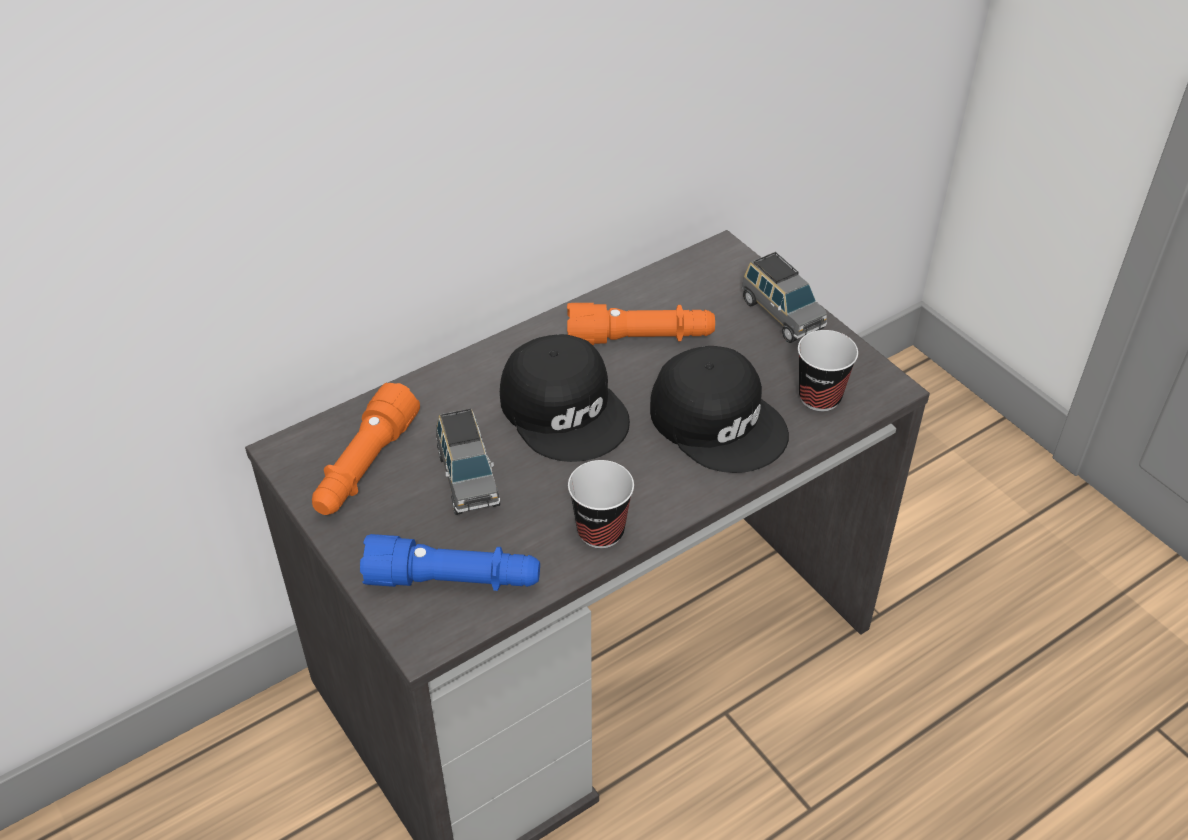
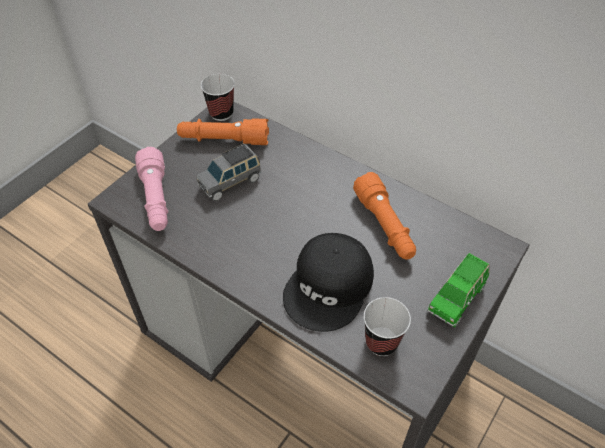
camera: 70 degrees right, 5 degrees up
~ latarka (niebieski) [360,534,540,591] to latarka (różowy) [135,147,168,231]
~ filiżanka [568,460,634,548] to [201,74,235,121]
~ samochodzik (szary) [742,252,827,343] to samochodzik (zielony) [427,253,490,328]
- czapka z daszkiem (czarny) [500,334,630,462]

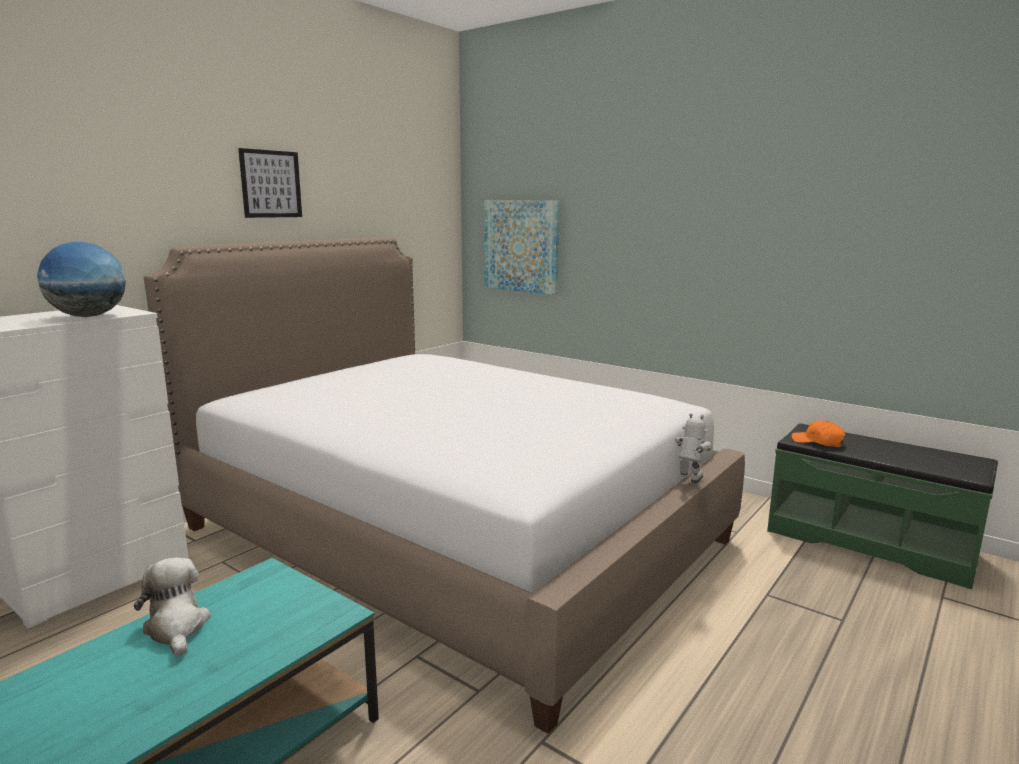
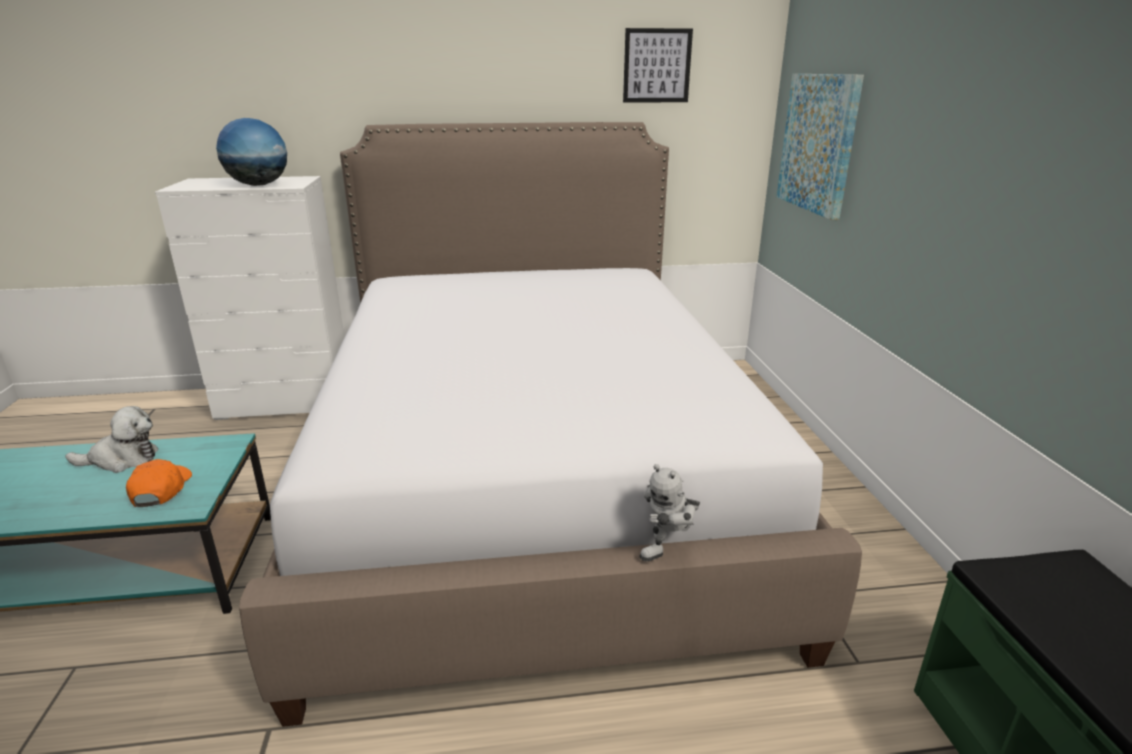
camera: 45 degrees right, 10 degrees up
~ pluszak [134,558,211,657] = [65,406,158,473] 60 degrees clockwise
~ czapka z daszkiem (pomarańczowy) [792,420,845,447] to [126,459,192,507]
~ obraz [238,148,302,218] to [623,28,693,103]
~ robot zabawkowy [675,413,711,483] = [639,464,700,562] 150 degrees clockwise

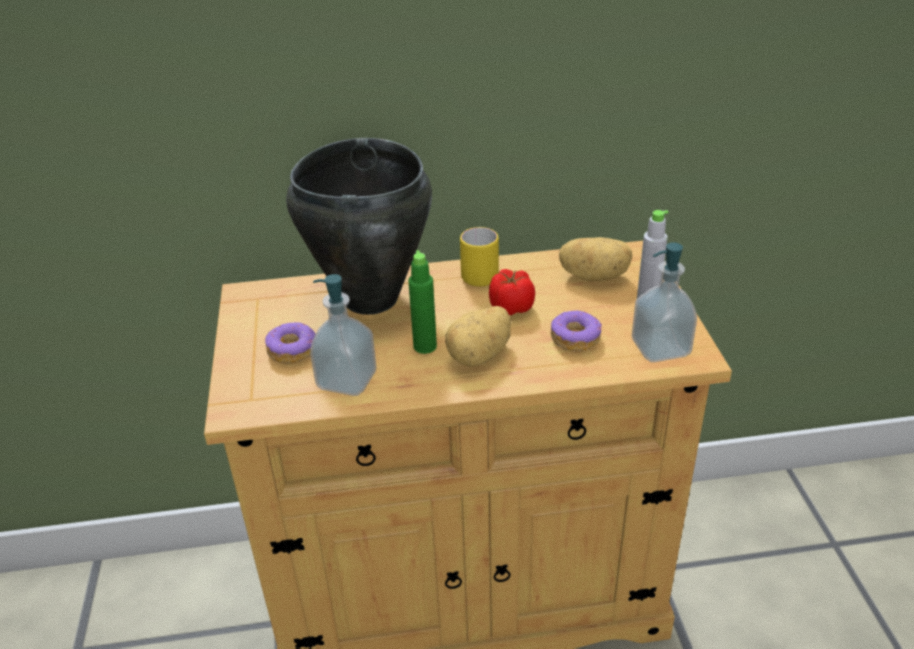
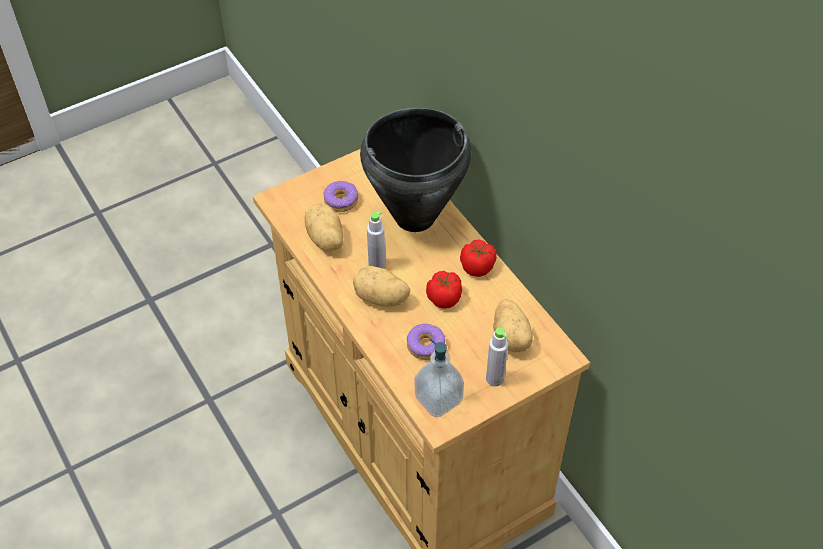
camera: 65 degrees right, 15 degrees up
~ dozownik mydła [310,274,376,396] to ziemniak [305,204,343,251]
~ butelka (zielony) [408,250,437,354] to butelka (szary) [367,211,385,268]
~ kubek (żółty) [460,227,499,287] to pomidor [460,240,496,277]

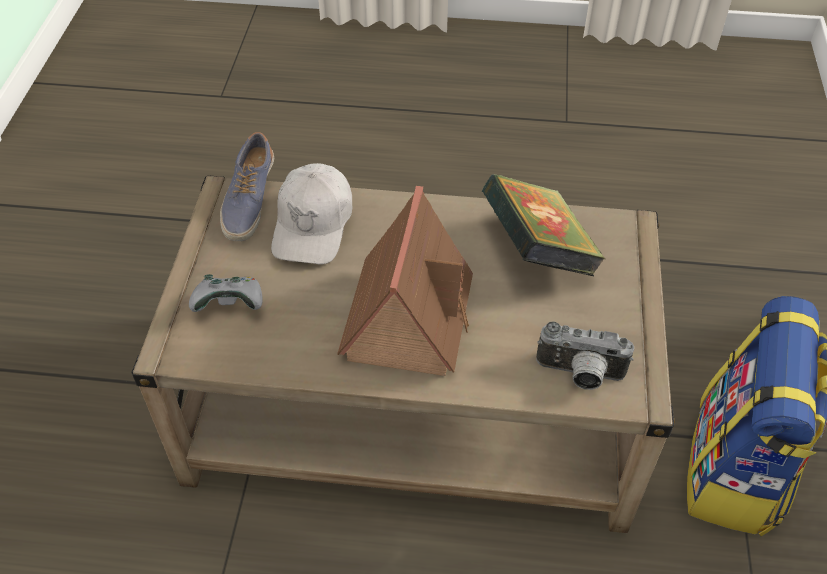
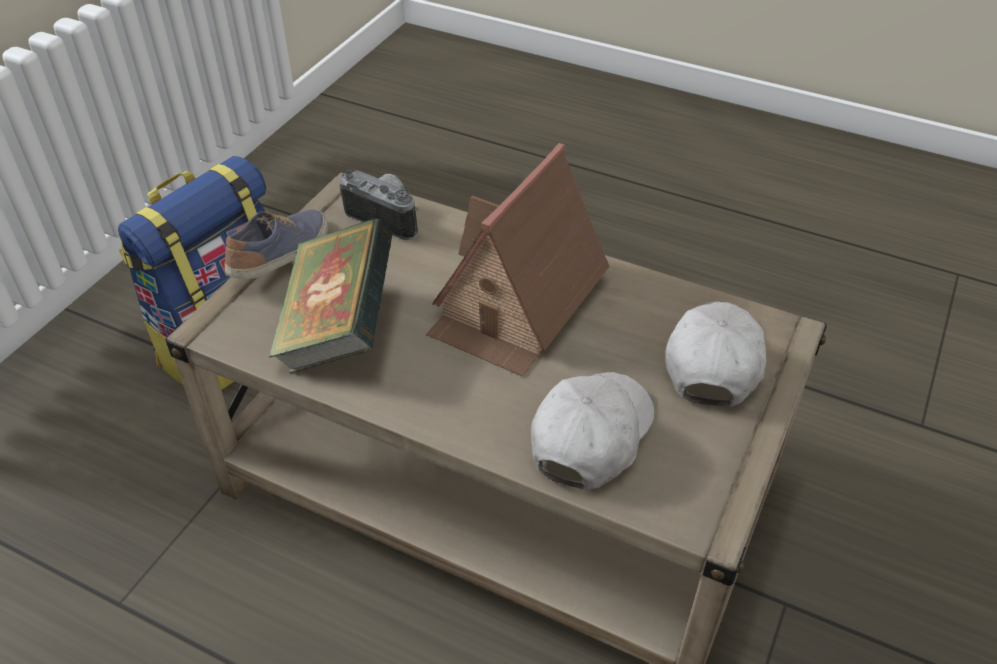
camera: 160 degrees left, 5 degrees down
~ but [220,132,274,241] to [225,209,328,279]
~ pad do gier (szary) [189,274,263,312] to czapka z daszkiem (biały) [665,301,766,406]

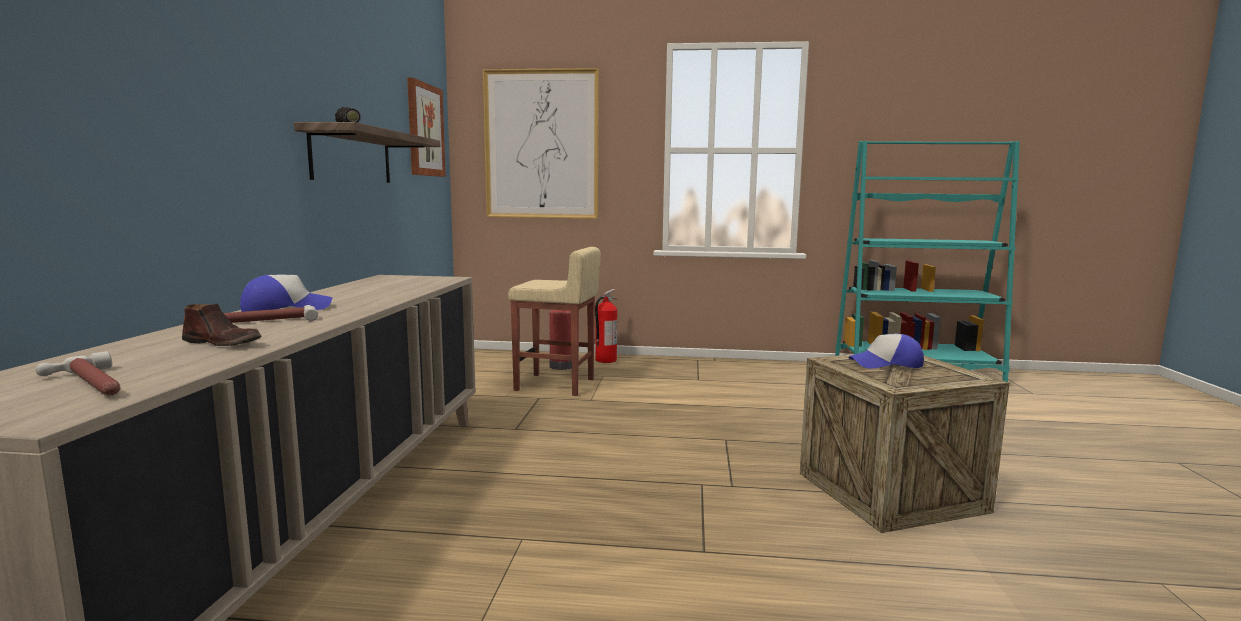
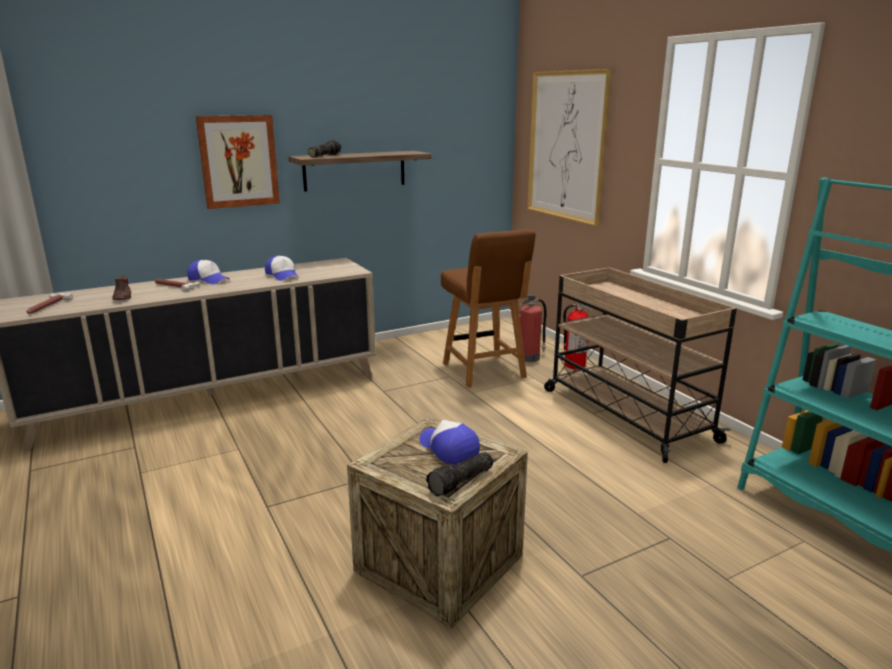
camera: 55 degrees right, 10 degrees up
~ obraz [407,77,446,177] to [196,115,280,209]
+ czapka z daszkiem [265,256,298,281]
+ latarka [426,452,493,496]
~ stołek (beżowy) [508,247,601,396] to krzesło (brązowy) [441,230,536,388]
+ wózek (beżowy) [544,267,737,463]

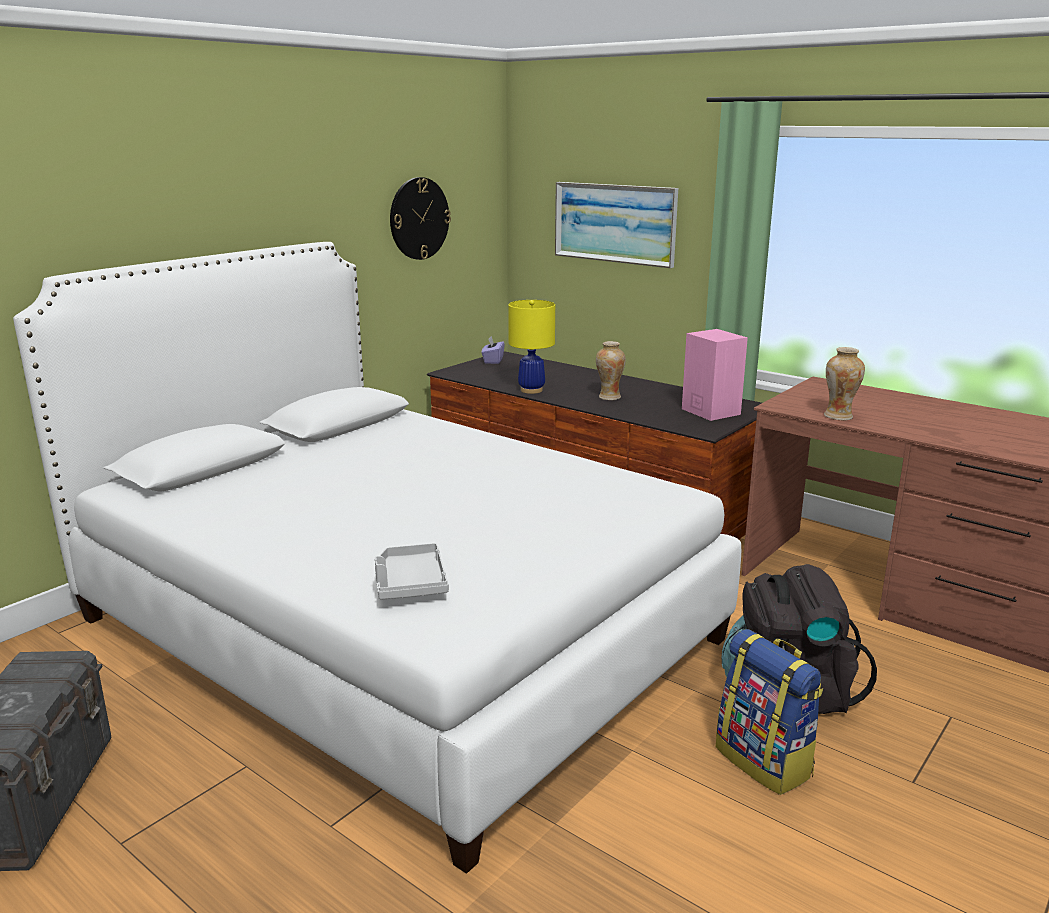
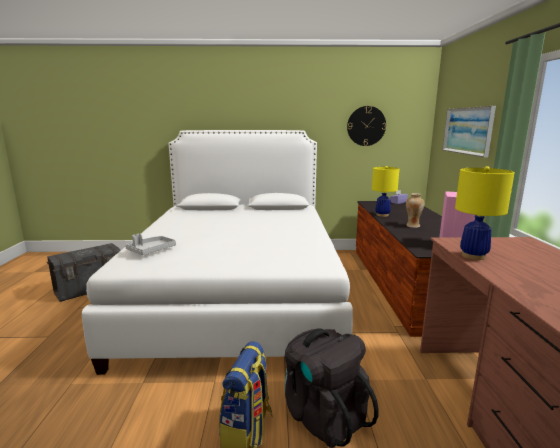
camera: 50 degrees right, 5 degrees down
~ wazon [824,347,865,420] to lampa stołowa (żółty) [455,166,515,260]

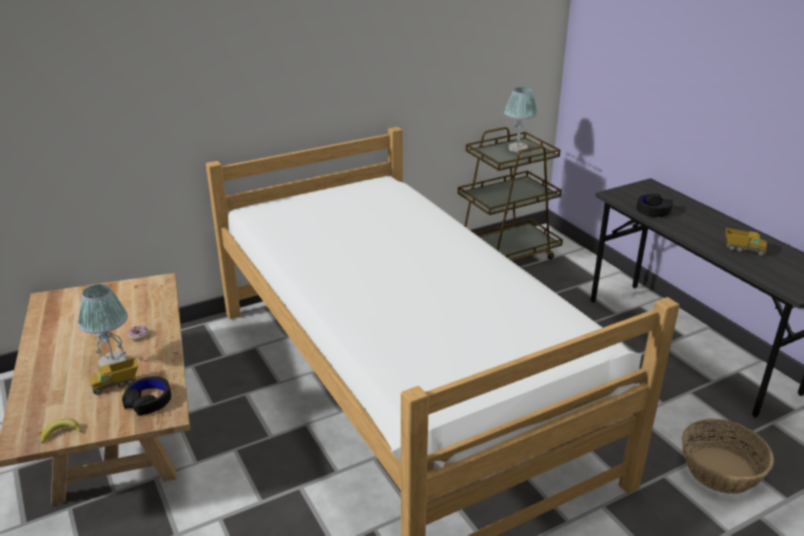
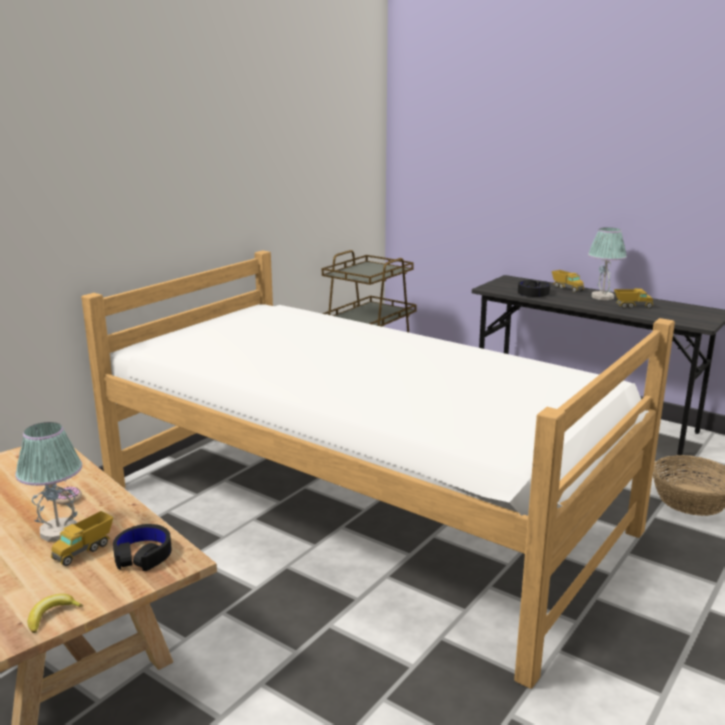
camera: 25 degrees left, 10 degrees down
+ ciężarówka zabawkowa [552,270,584,293]
~ lampa stołowa [504,87,538,153] to [588,227,627,300]

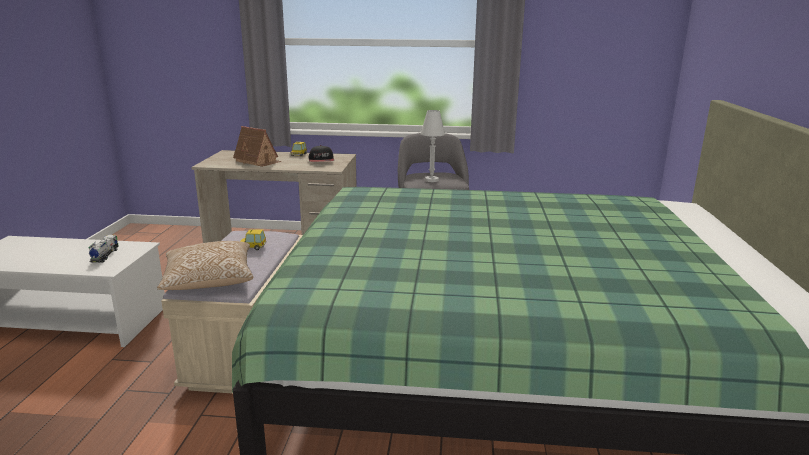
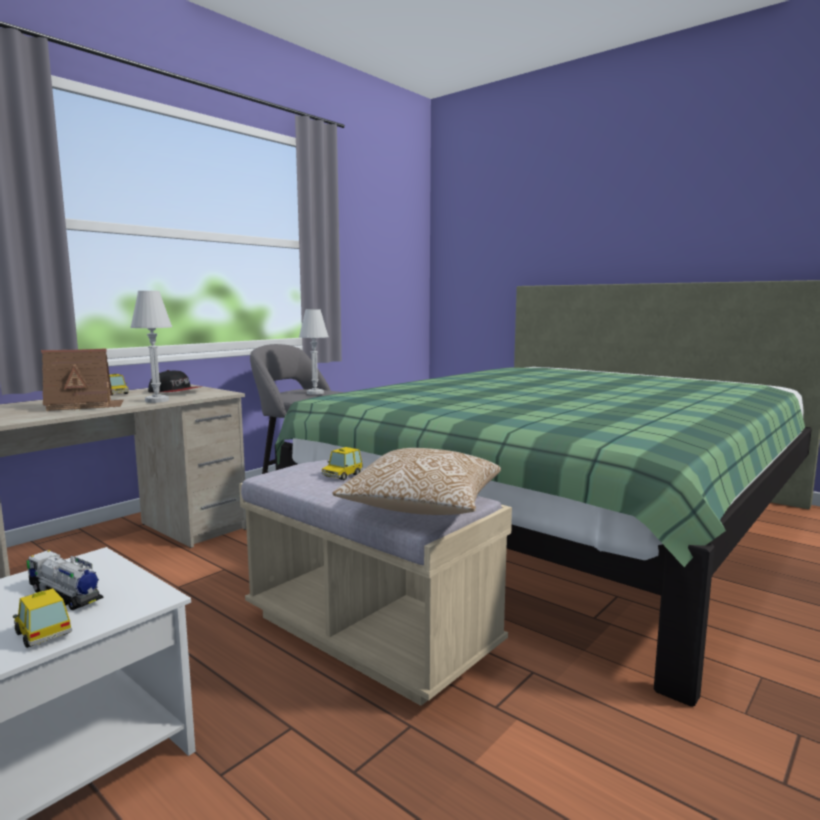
camera: 55 degrees left, 10 degrees down
+ samochodzik [13,588,72,648]
+ lampa stołowa (biały) [130,291,172,403]

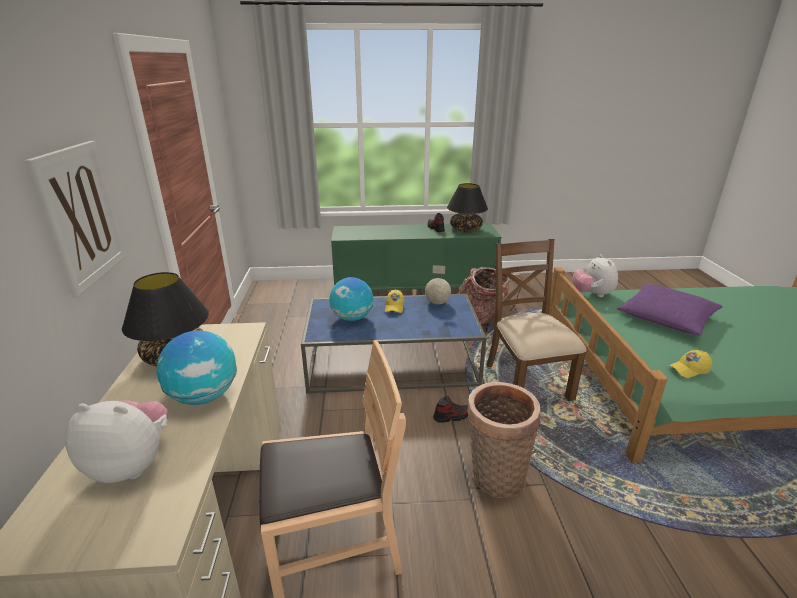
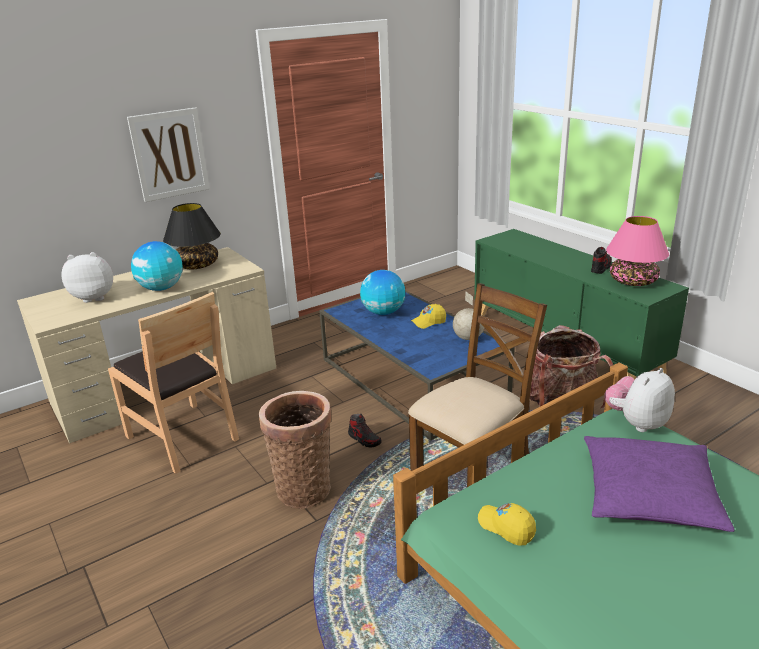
camera: 60 degrees right, 0 degrees up
~ pluszak [65,400,169,483] = [61,252,113,303] 75 degrees counterclockwise
~ lampa stołowa (czarny) [447,183,488,232] to lampa stołowa (różowy) [606,216,669,286]

